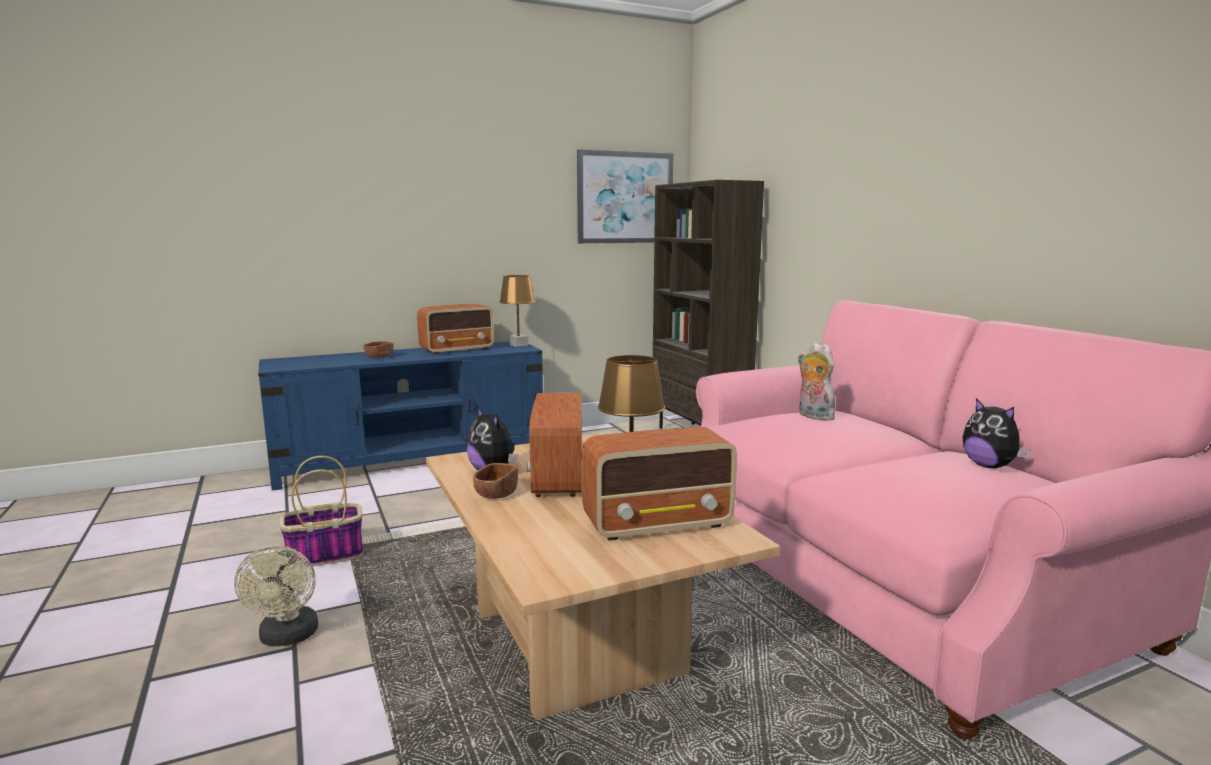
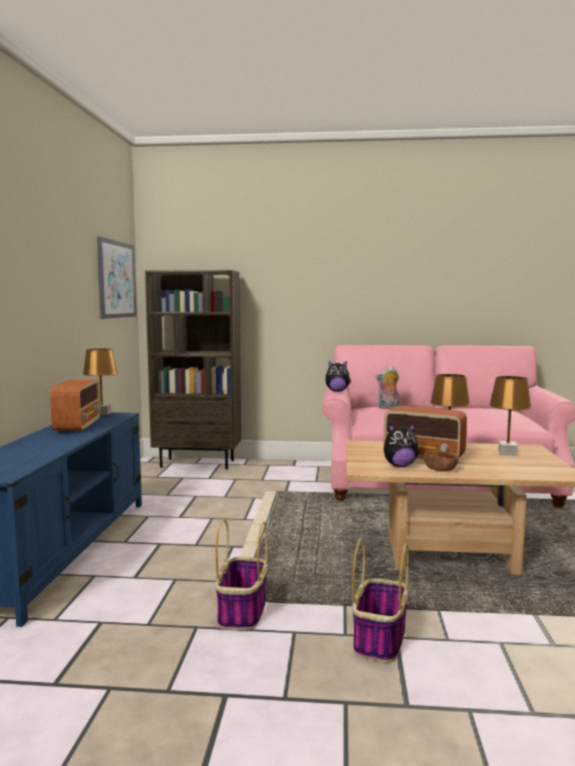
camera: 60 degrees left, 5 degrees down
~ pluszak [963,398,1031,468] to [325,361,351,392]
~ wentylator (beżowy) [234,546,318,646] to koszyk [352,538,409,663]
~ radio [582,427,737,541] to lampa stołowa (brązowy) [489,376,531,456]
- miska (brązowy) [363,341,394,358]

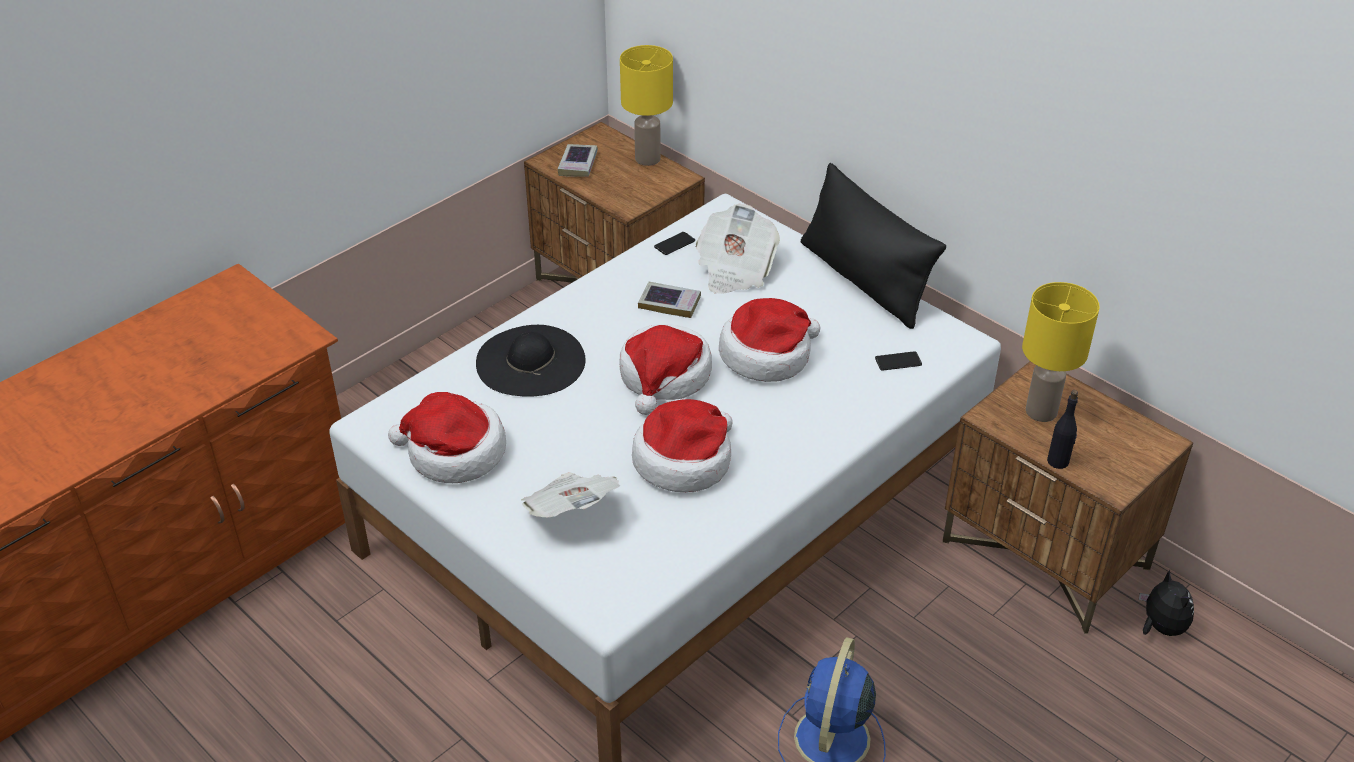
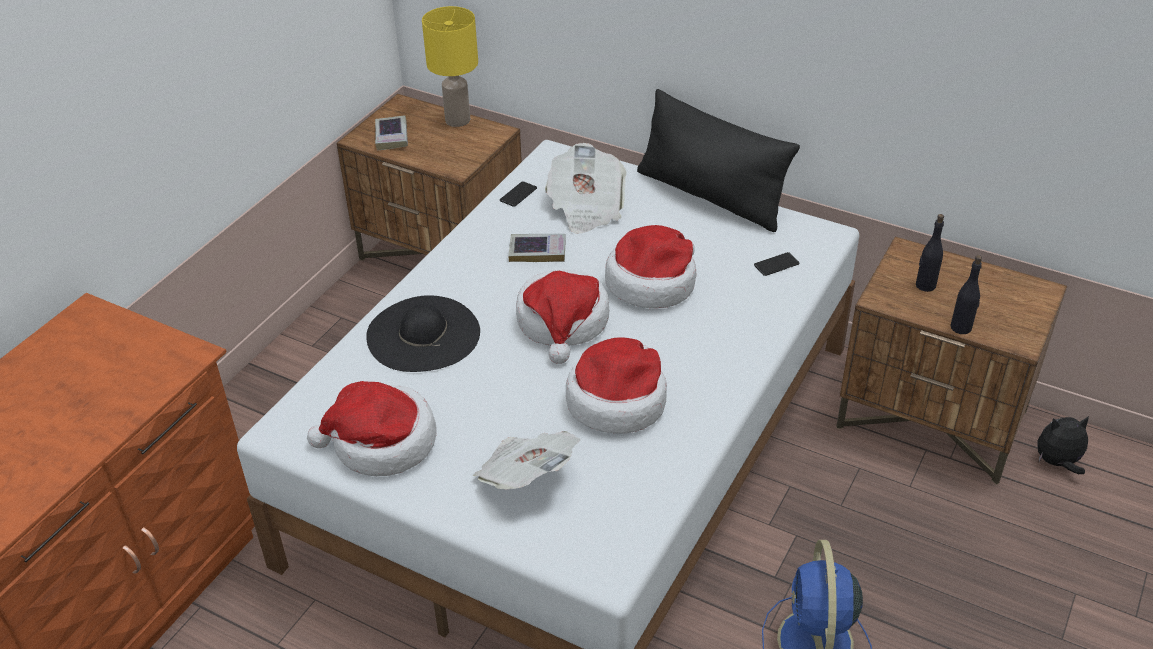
camera: 15 degrees left, 0 degrees up
~ lampa stołowa (żółty) [1022,282,1100,422] to butelka (czarny) [916,214,944,292]
~ pluszak [1139,570,1194,636] = [1037,416,1089,474] 60 degrees counterclockwise

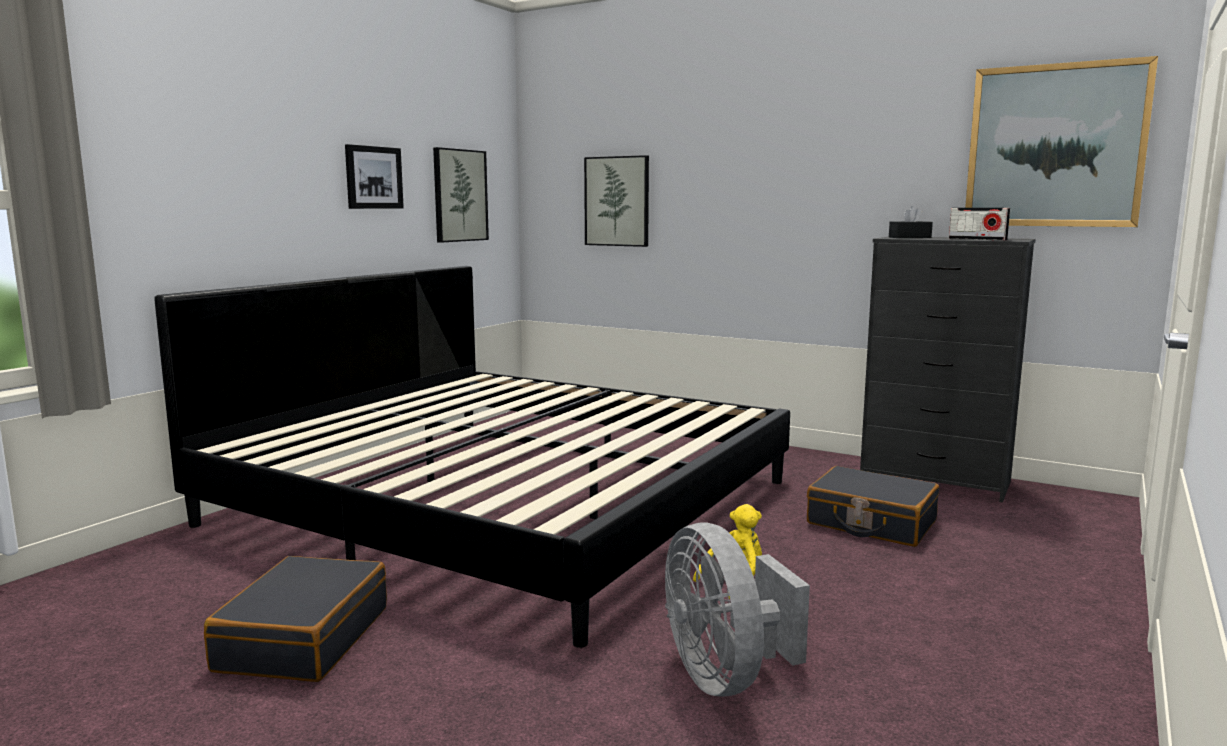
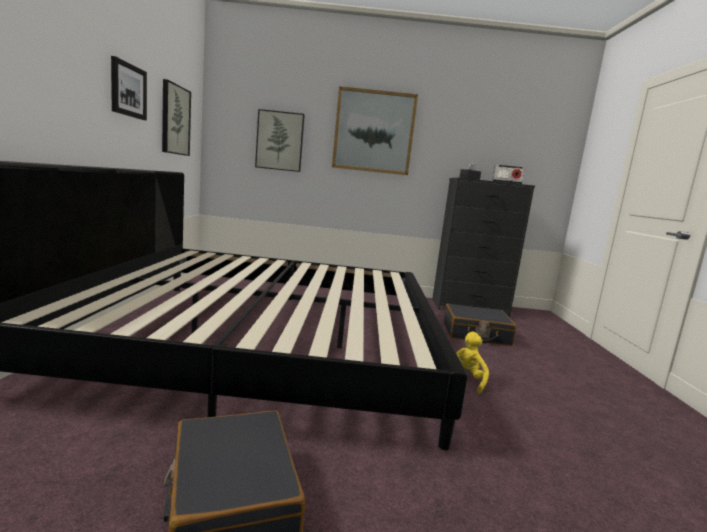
camera: 30 degrees left, 0 degrees up
~ obraz [965,56,1158,227] to [332,86,418,175]
- wentylator (szary) [665,522,810,697]

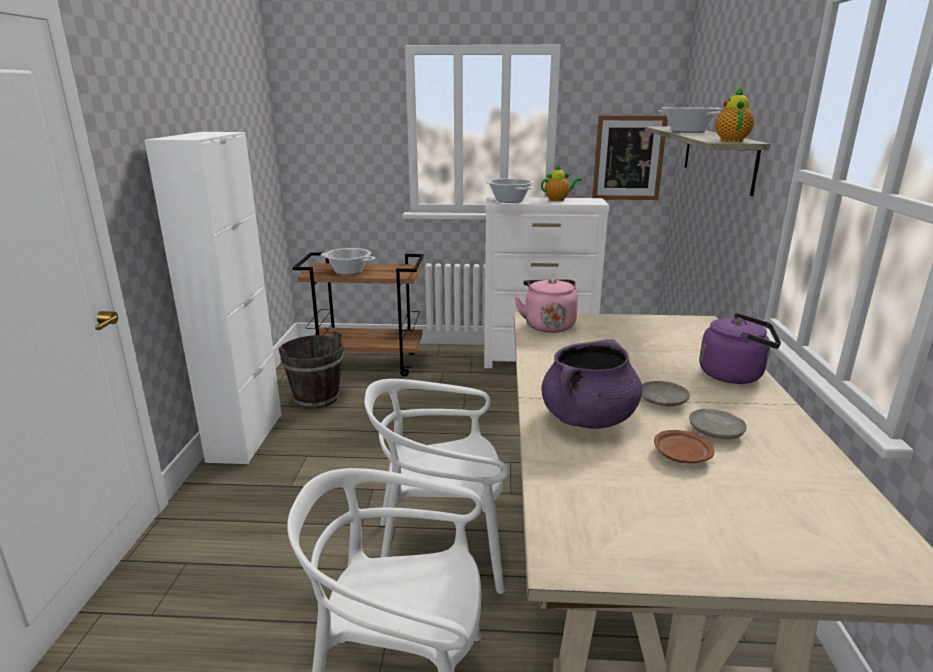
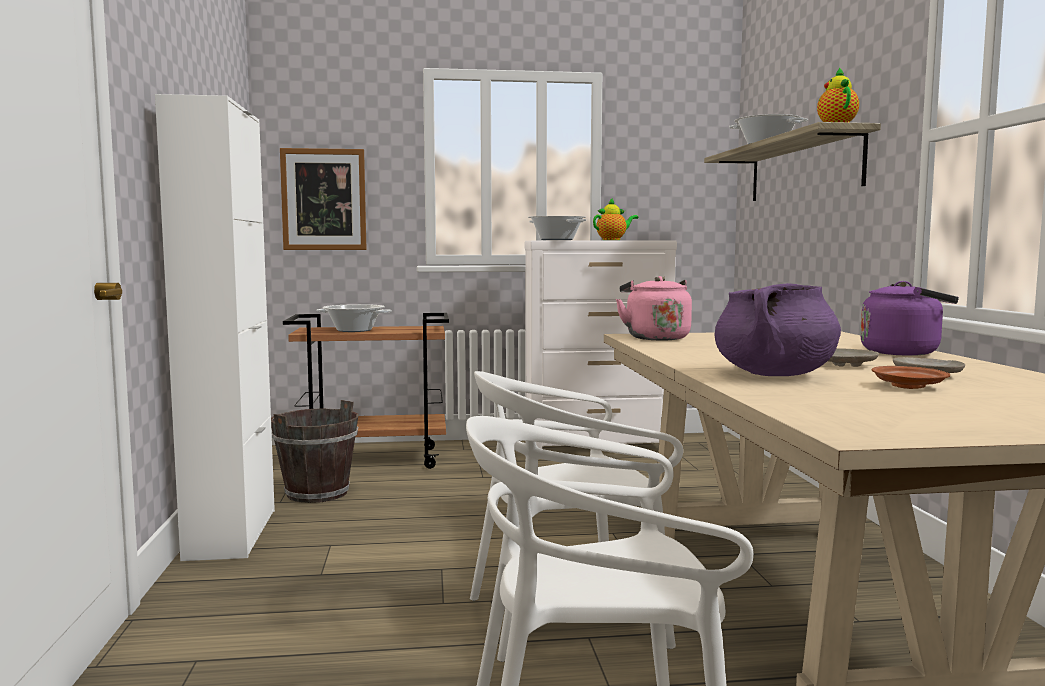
camera: 10 degrees left, 15 degrees down
~ obraz [592,115,668,200] to [280,148,367,250]

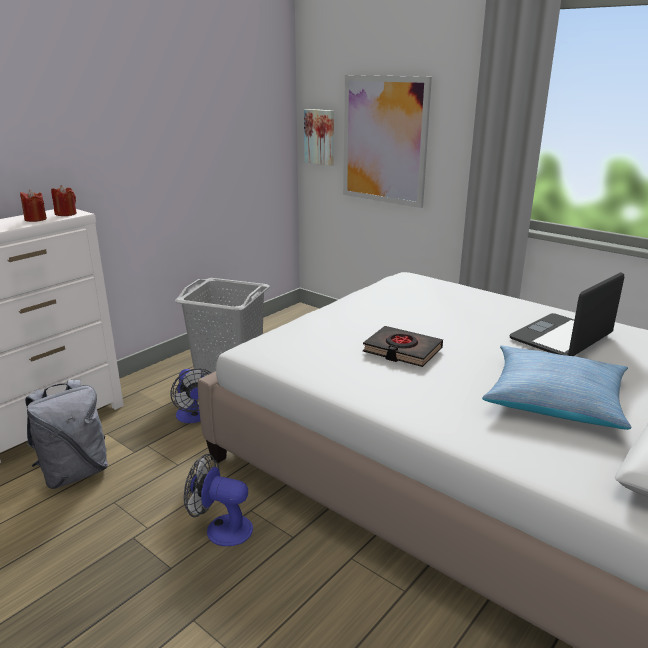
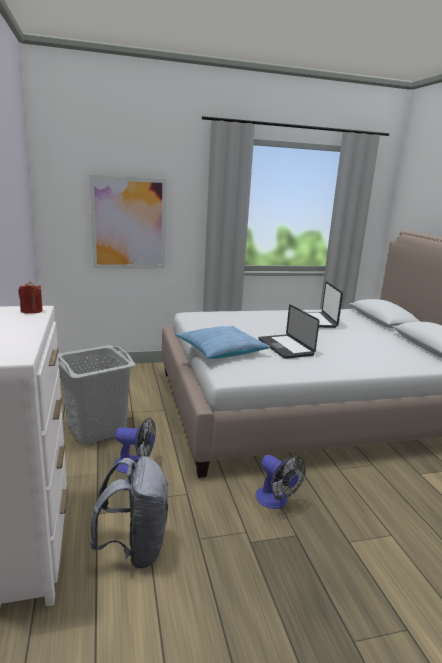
camera: 55 degrees left, 5 degrees down
~ poduszka [482,346,631,430] to [175,326,270,359]
~ wentylator [184,454,253,546] = [255,455,306,509] 90 degrees counterclockwise
~ książka (czarny) [363,326,443,367] to laptop [258,304,320,359]
- świeca (czerwony) [20,189,47,222]
- obraz [304,109,334,166]

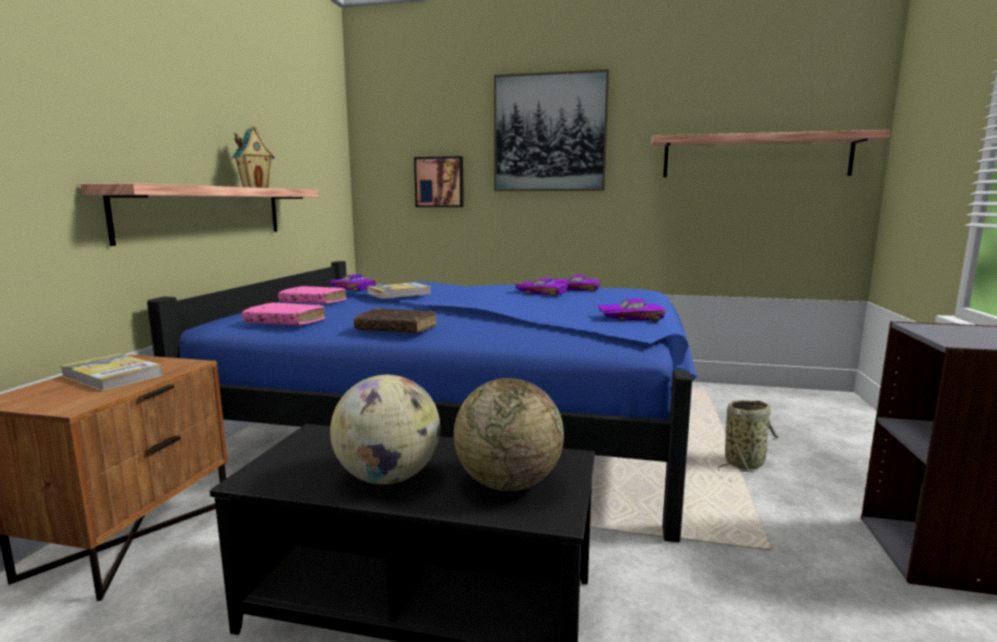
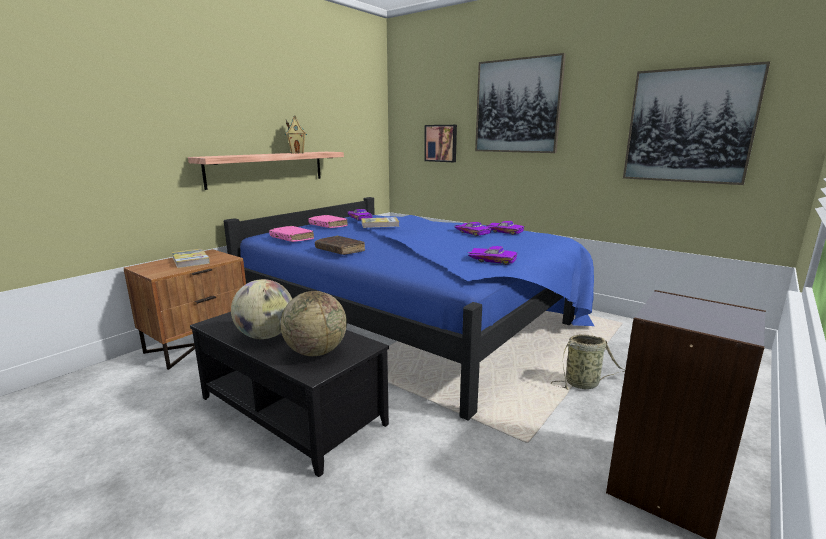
camera: 25 degrees right, 5 degrees up
~ półka [651,130,890,177] to obraz [623,61,770,185]

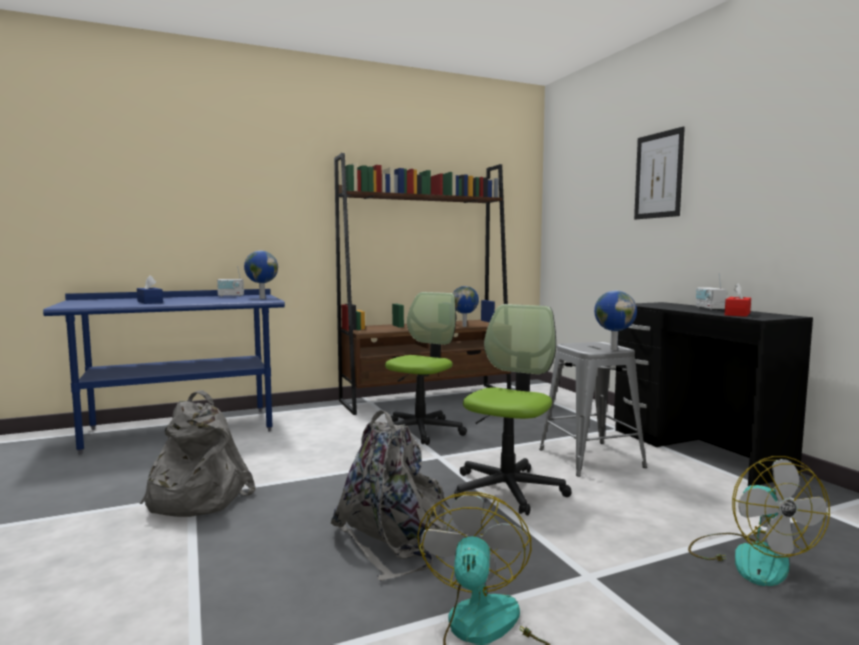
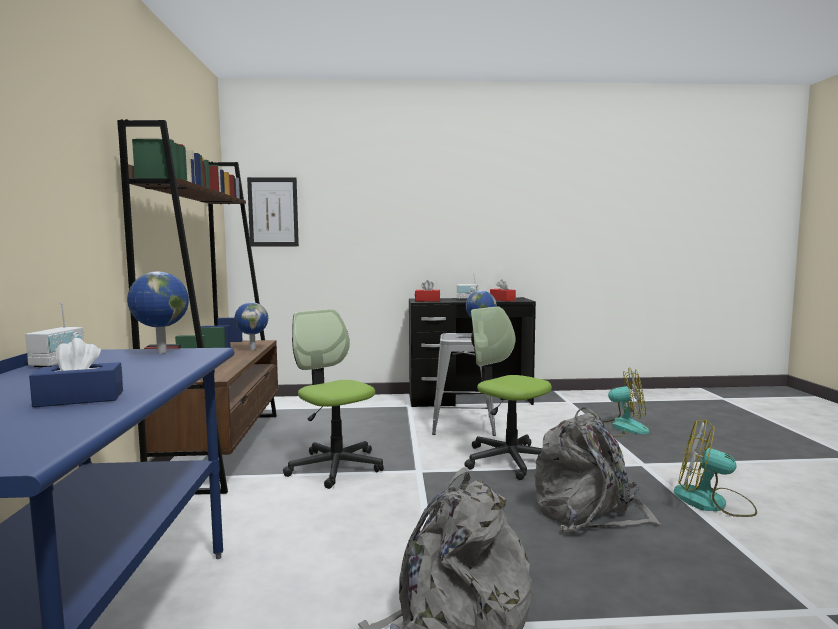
camera: 70 degrees left, 0 degrees up
~ obraz [634,126,685,219] to [247,177,299,247]
+ pudełko chusteczek (czerwony) [415,280,440,302]

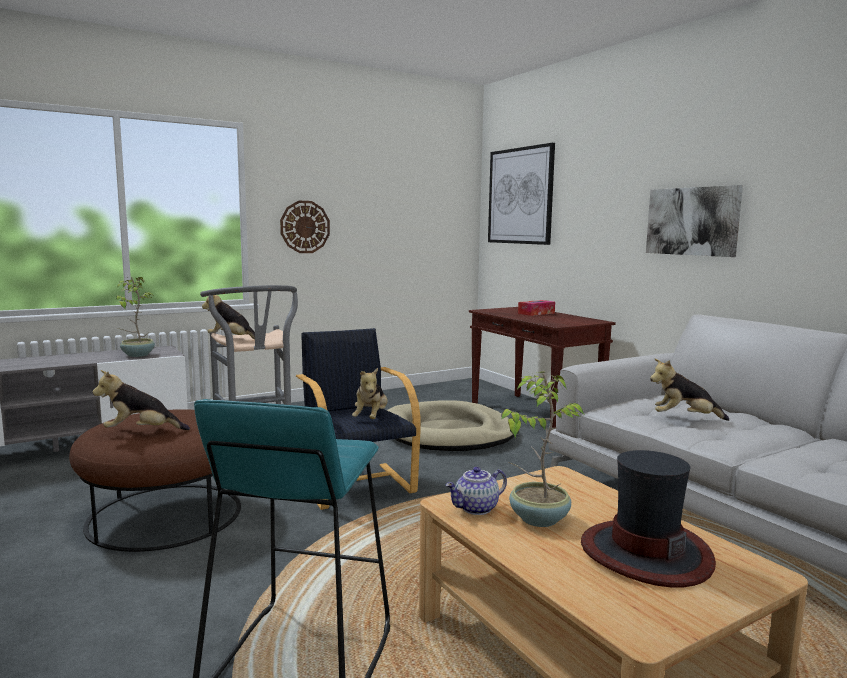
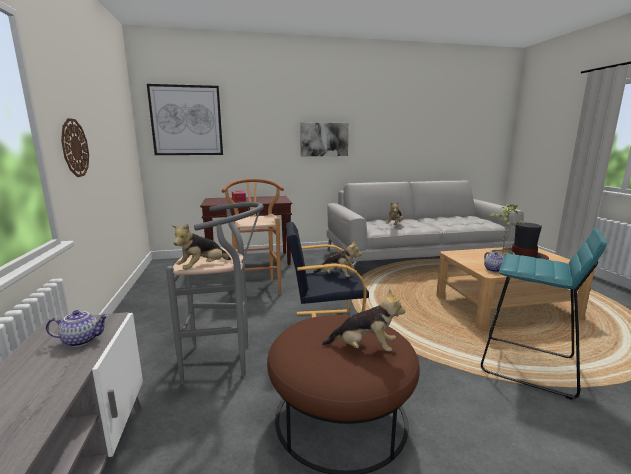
camera: 70 degrees left, 5 degrees up
~ roślina doniczkowa [116,277,155,357] to imbryk [46,310,109,347]
~ legowisko (beżowy) [387,400,514,451] to stołek (brązowy) [222,179,284,295]
~ pluszak [92,370,190,430] = [322,289,406,351] 90 degrees counterclockwise

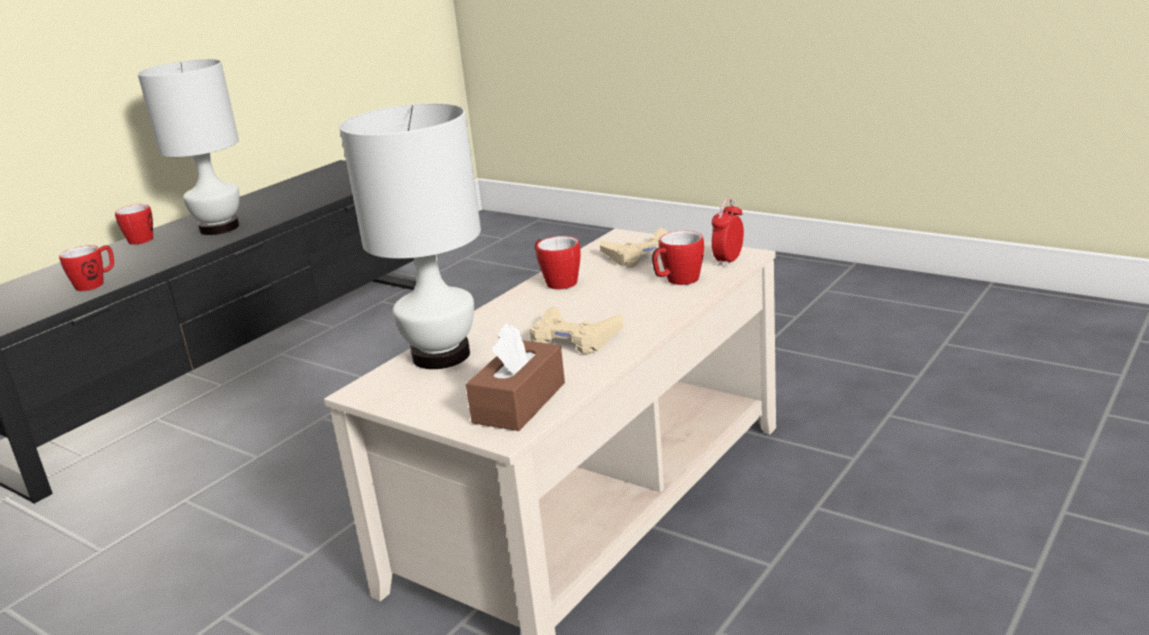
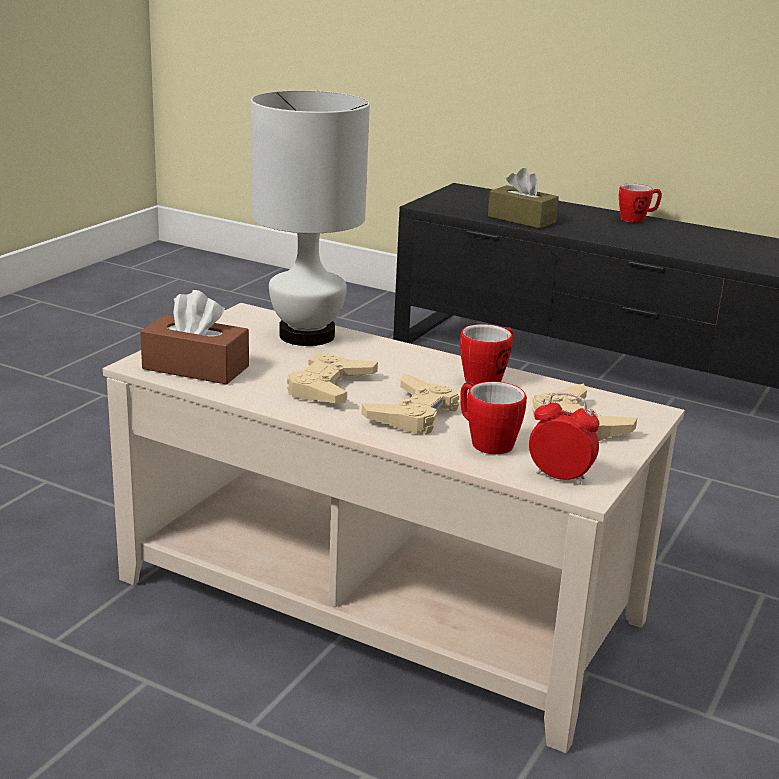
camera: 80 degrees right, 0 degrees up
+ pad do gier (beżowy) [361,373,460,435]
~ kubek [59,245,114,291] to pudełko chusteczek (brązowy) [488,168,559,229]
- lampa stołowa (biały) [138,59,239,235]

